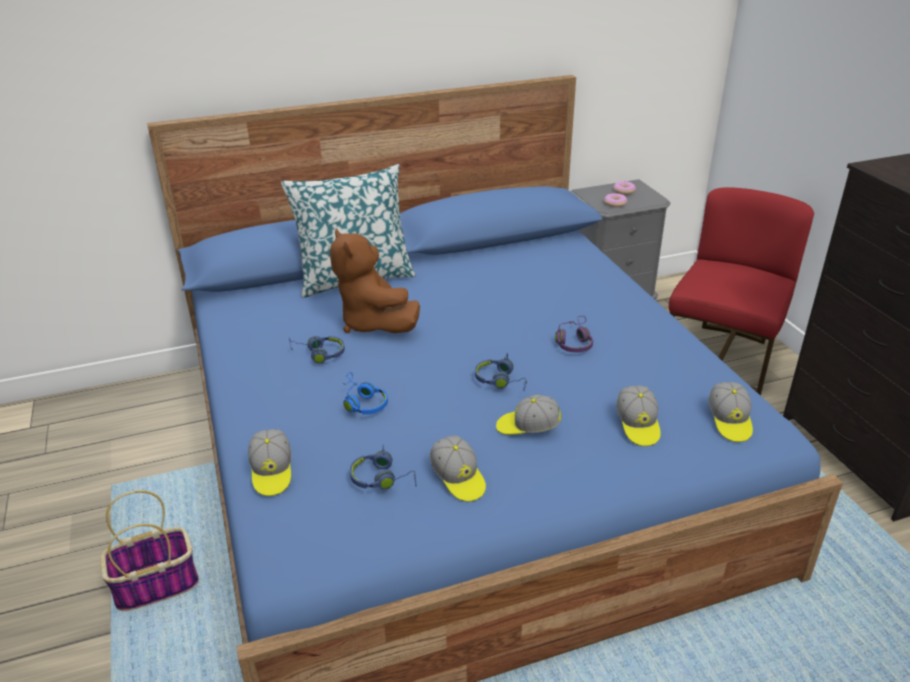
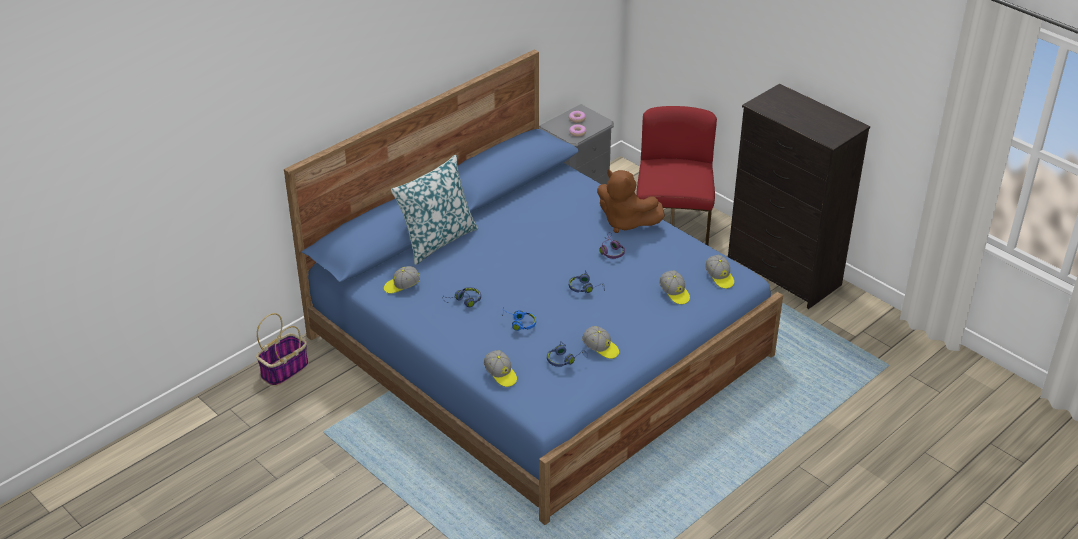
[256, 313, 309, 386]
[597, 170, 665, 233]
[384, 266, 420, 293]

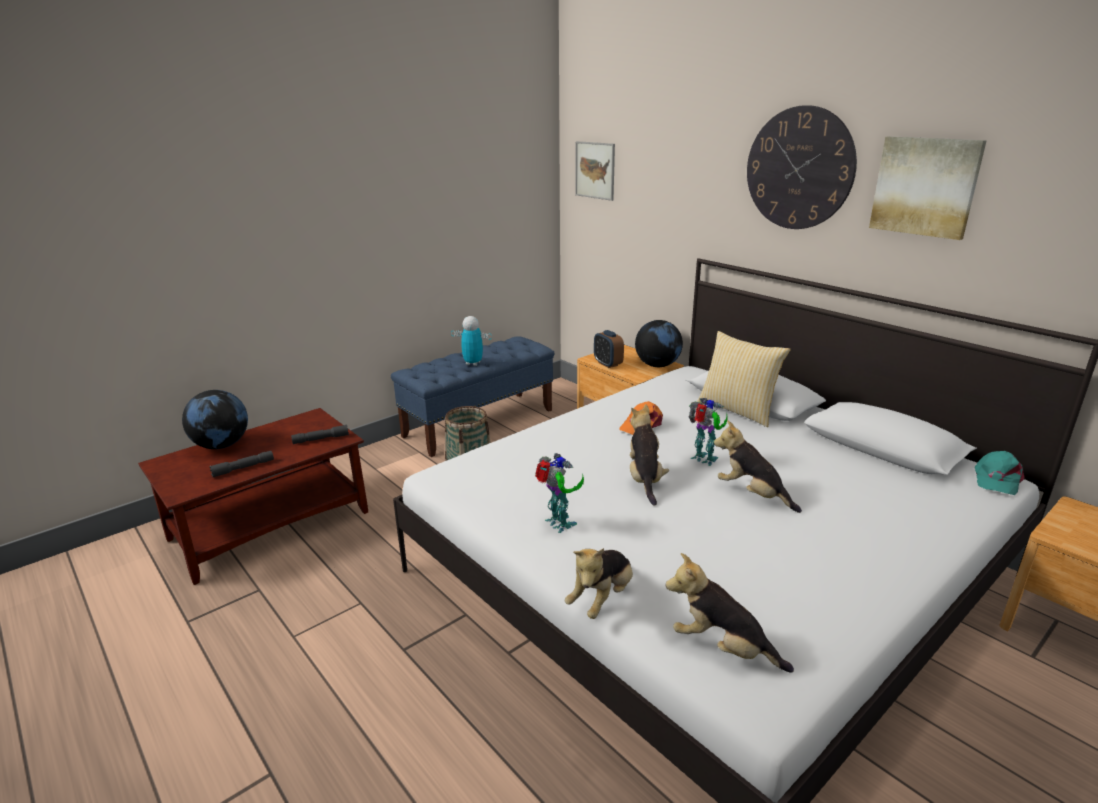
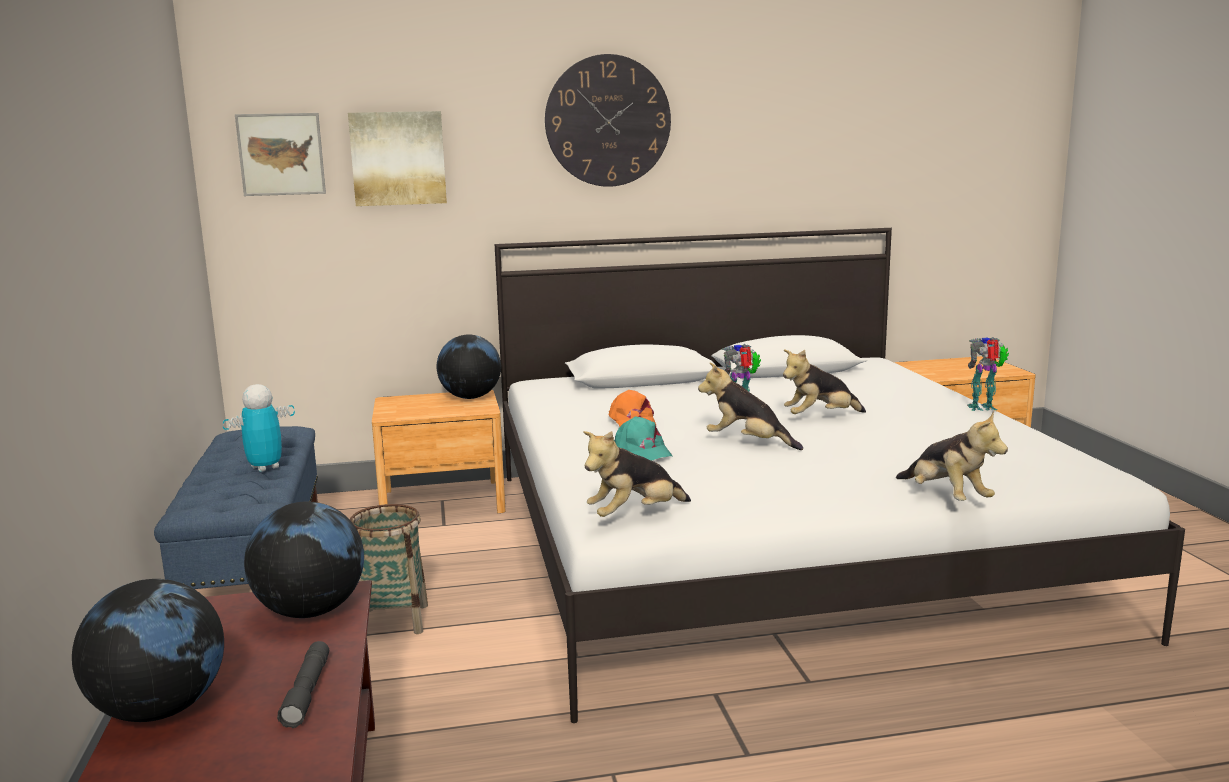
[594, 330, 624, 368] (first image)
[697, 331, 791, 427] (first image)
[967, 337, 1009, 411]
[583, 431, 691, 517]
[348, 111, 447, 206]
[614, 416, 672, 461]
[244, 501, 364, 618]

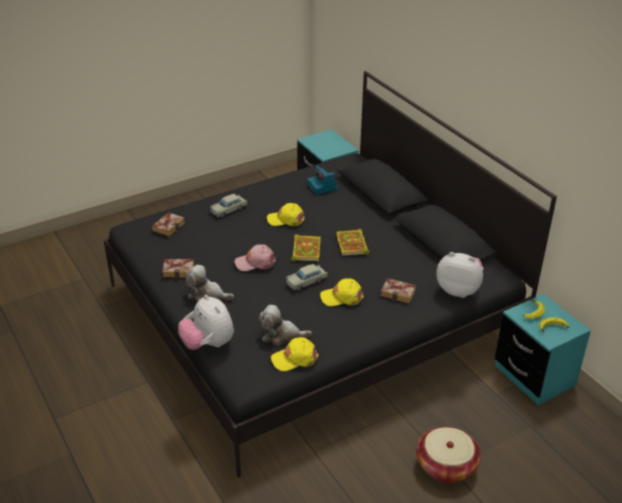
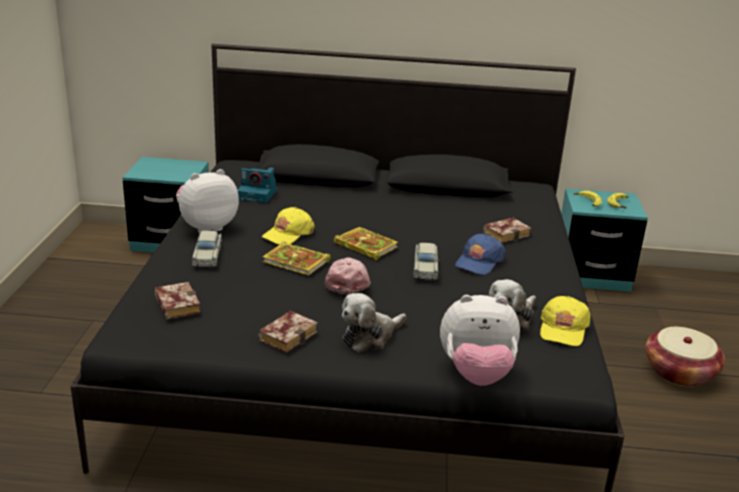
[263, 241, 331, 275]
[176, 169, 239, 233]
[455, 234, 506, 275]
[325, 258, 371, 295]

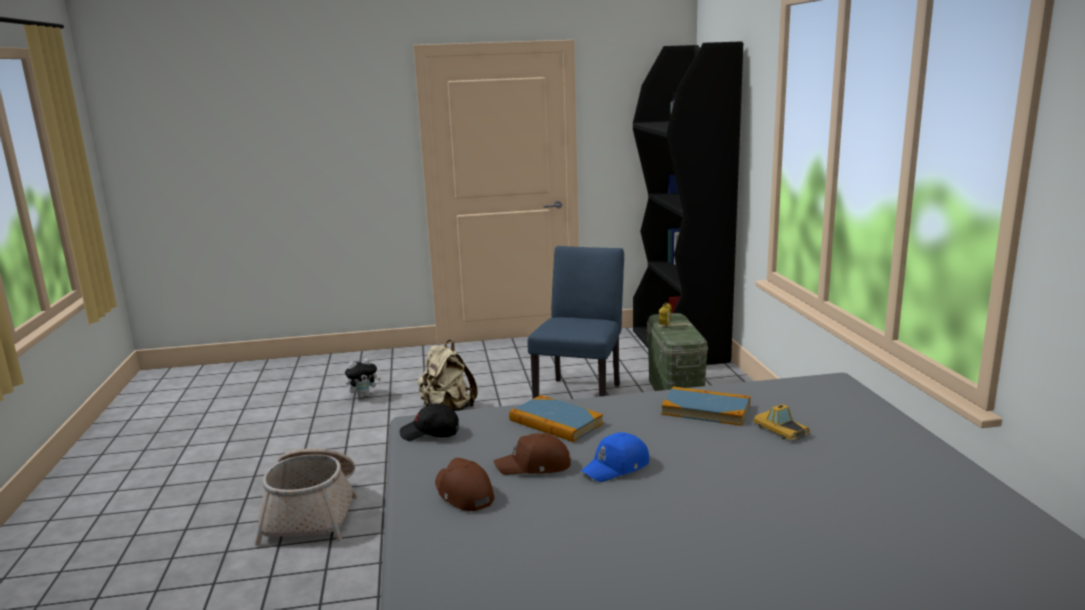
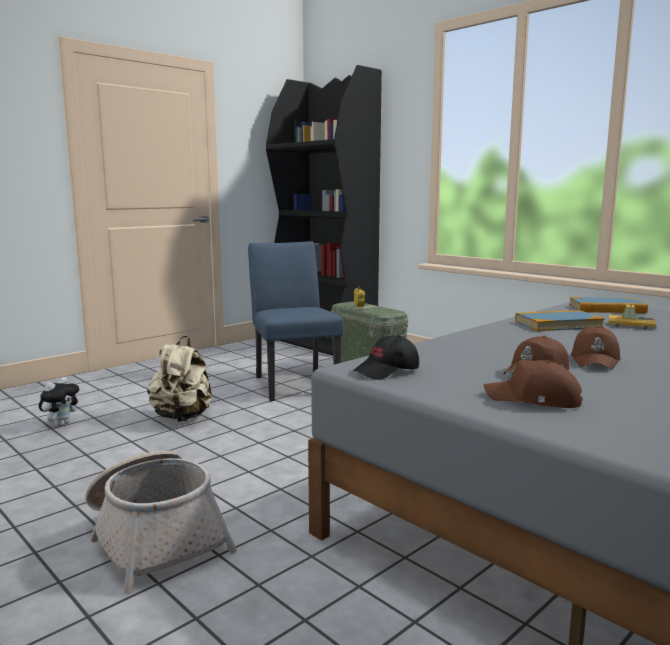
[569, 297, 648, 313]
[571, 326, 621, 370]

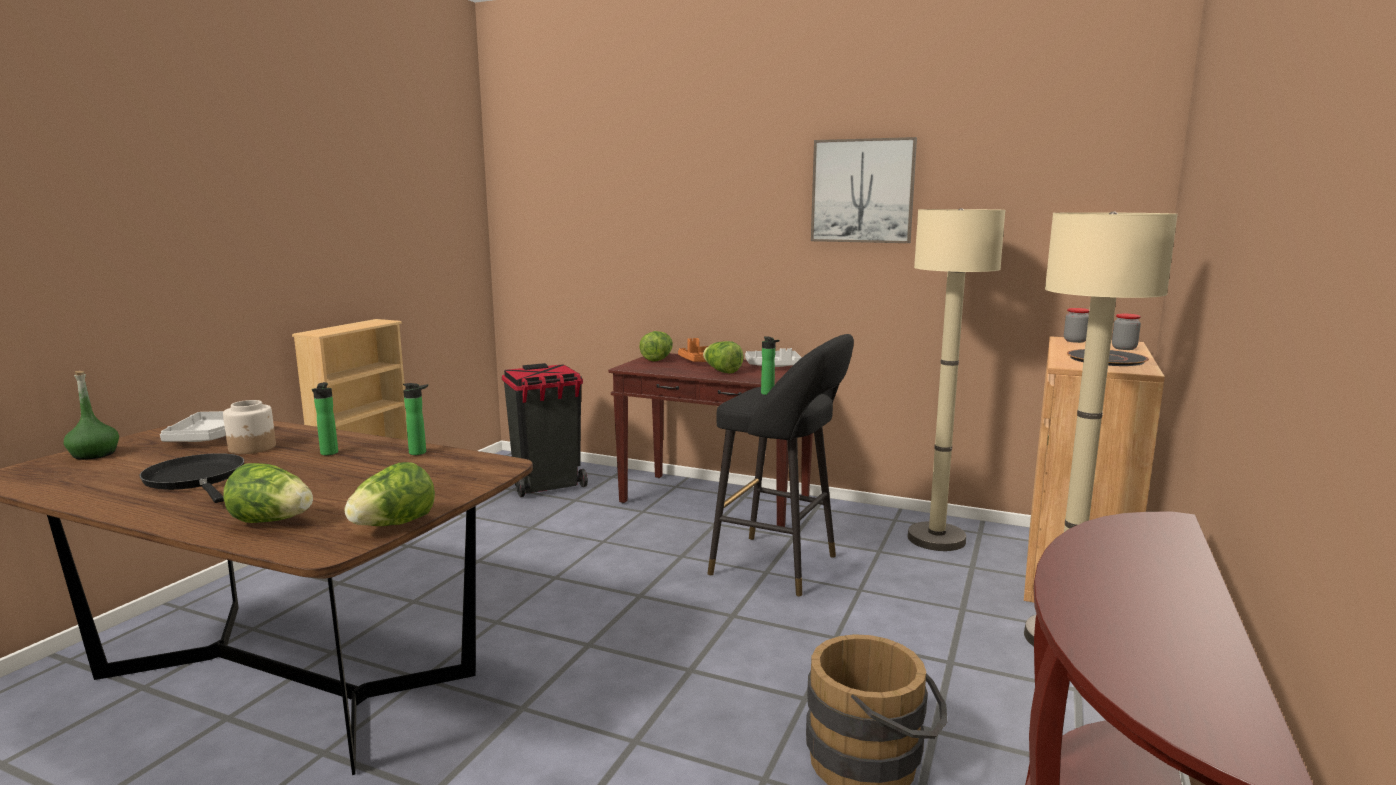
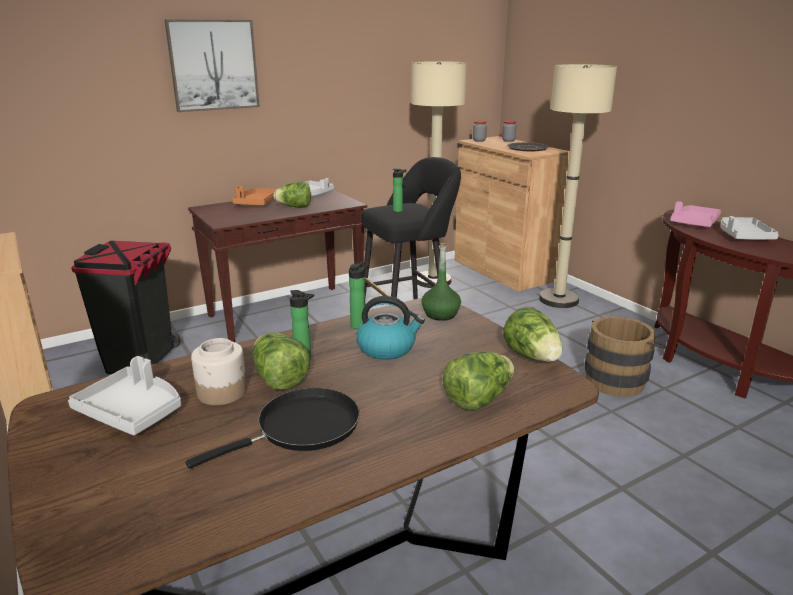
[356, 296, 425, 360]
[670, 201, 721, 227]
[720, 216, 779, 240]
[421, 243, 461, 321]
[253, 332, 310, 390]
[165, 19, 260, 112]
[186, 388, 360, 469]

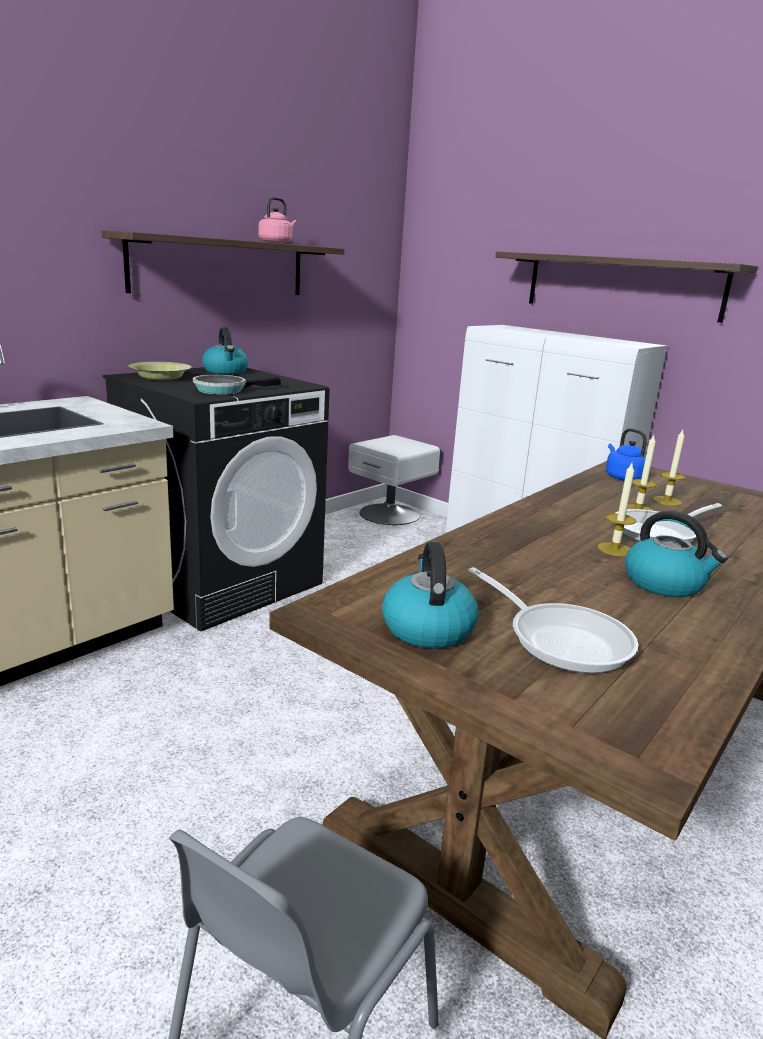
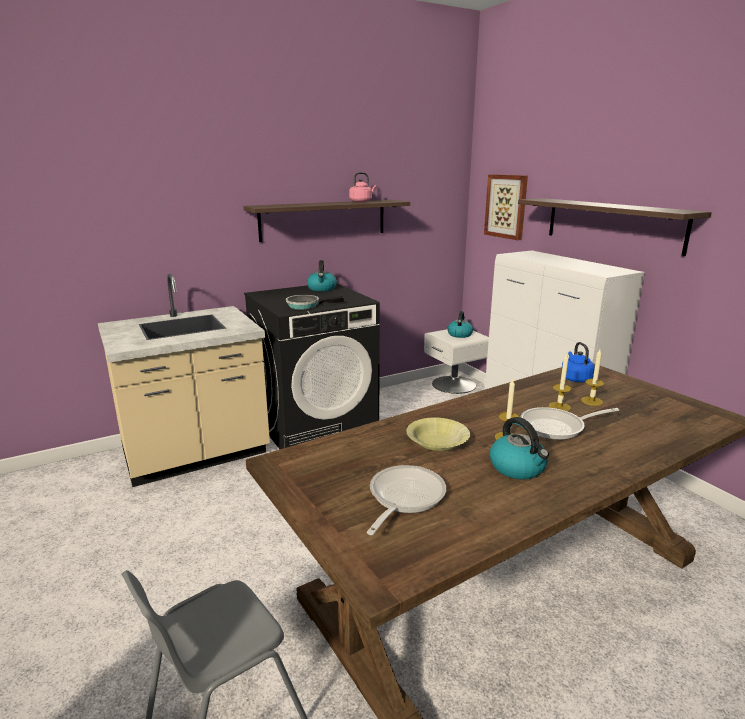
[484, 174, 528, 240]
[406, 418, 470, 451]
[448, 311, 473, 338]
[367, 465, 446, 535]

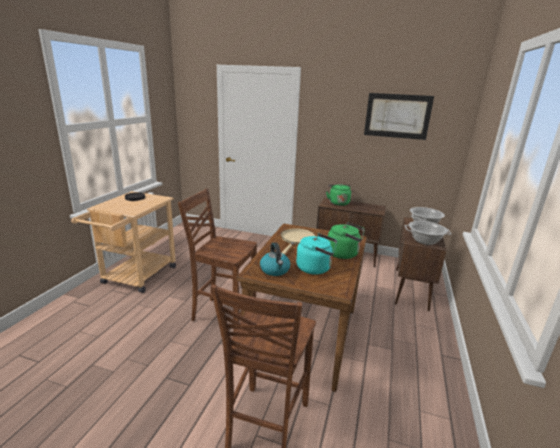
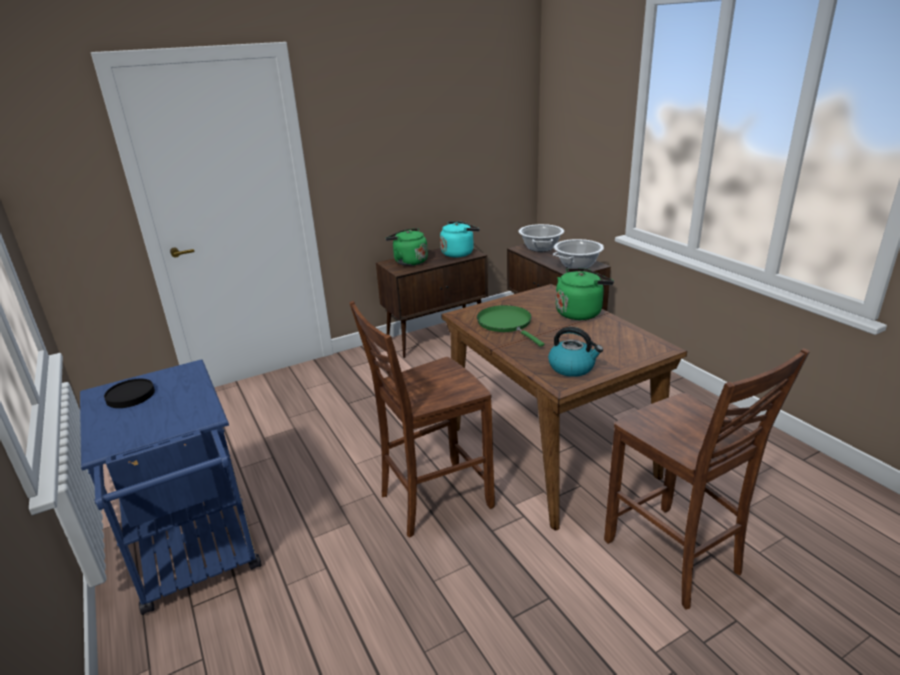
[364, 93, 434, 140] (first image)
[440, 221, 480, 257]
[80, 359, 262, 615]
[477, 305, 544, 347]

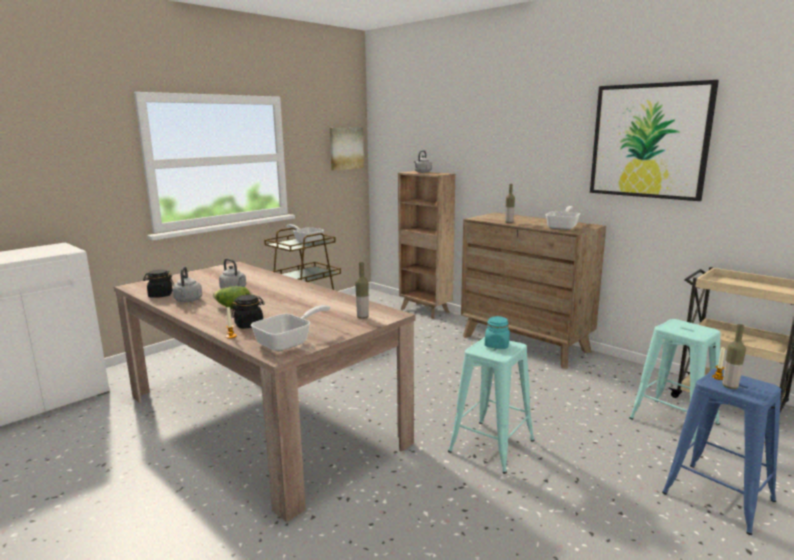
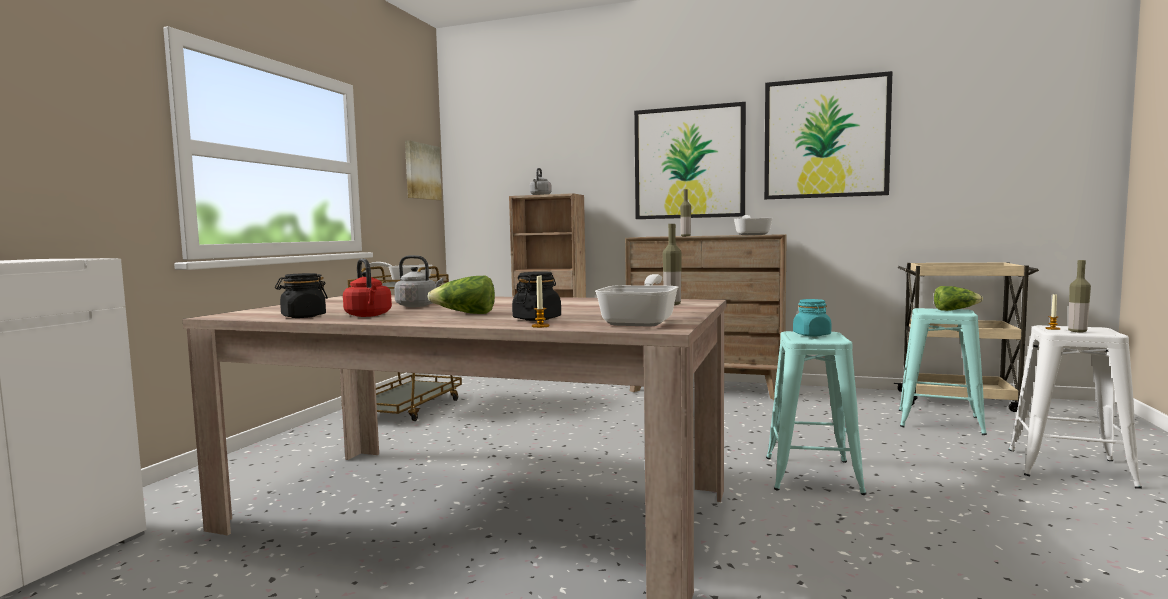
[634, 102, 746, 219]
[934, 286, 983, 311]
[343, 259, 392, 317]
[1009, 325, 1142, 489]

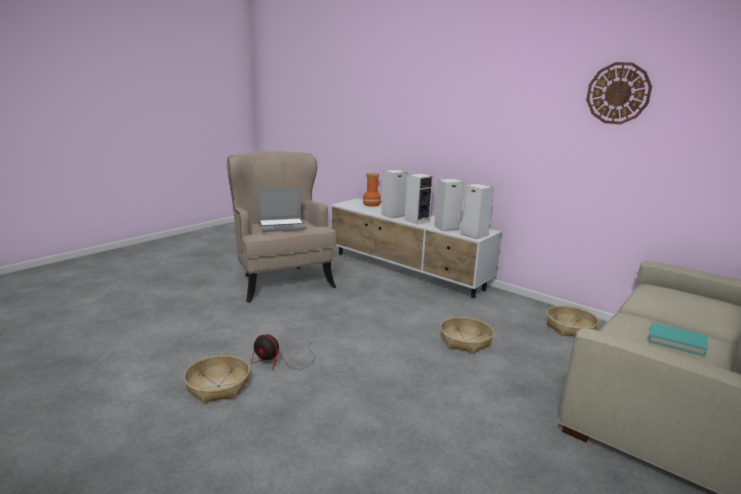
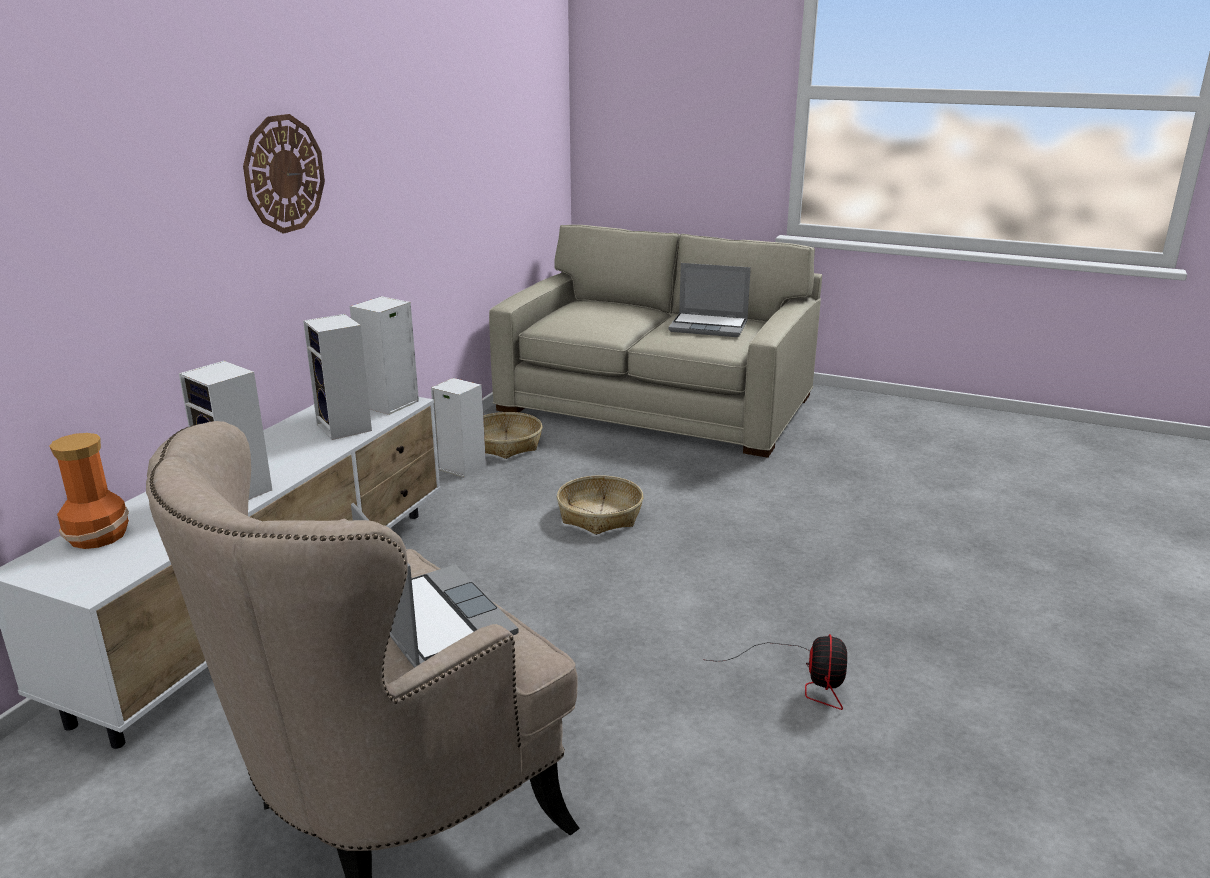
[184, 355, 250, 404] (first image)
[431, 378, 486, 478]
[243, 114, 325, 233]
[669, 263, 751, 337]

